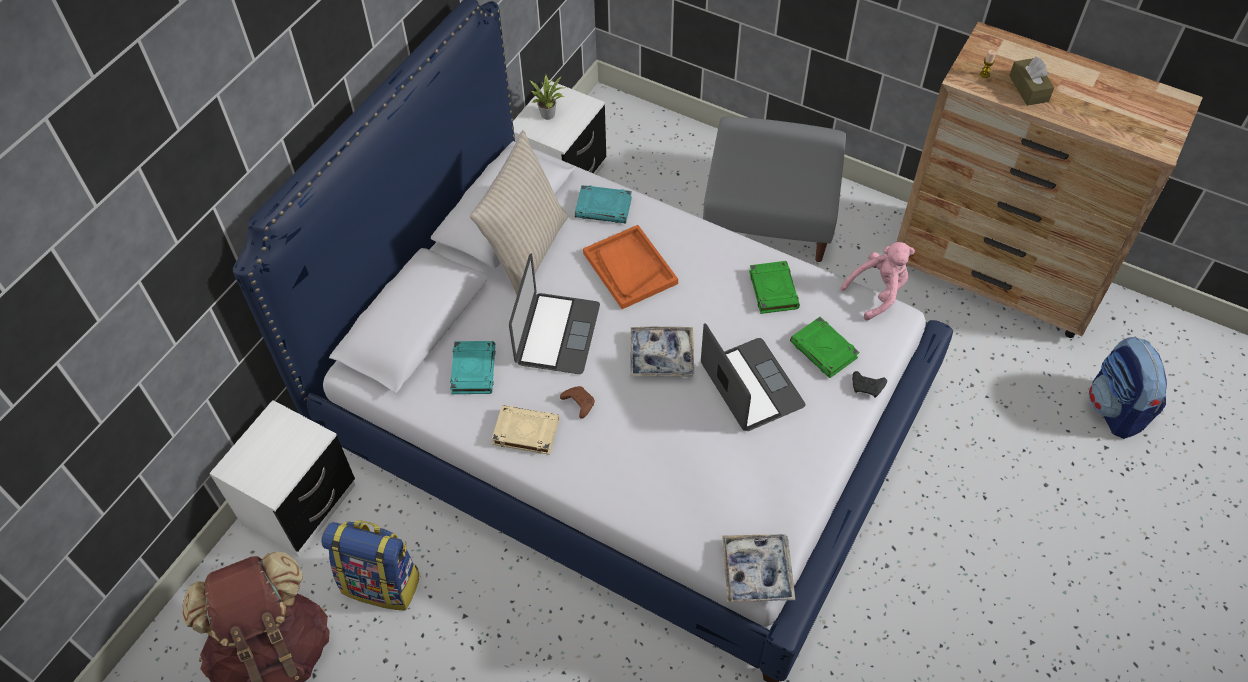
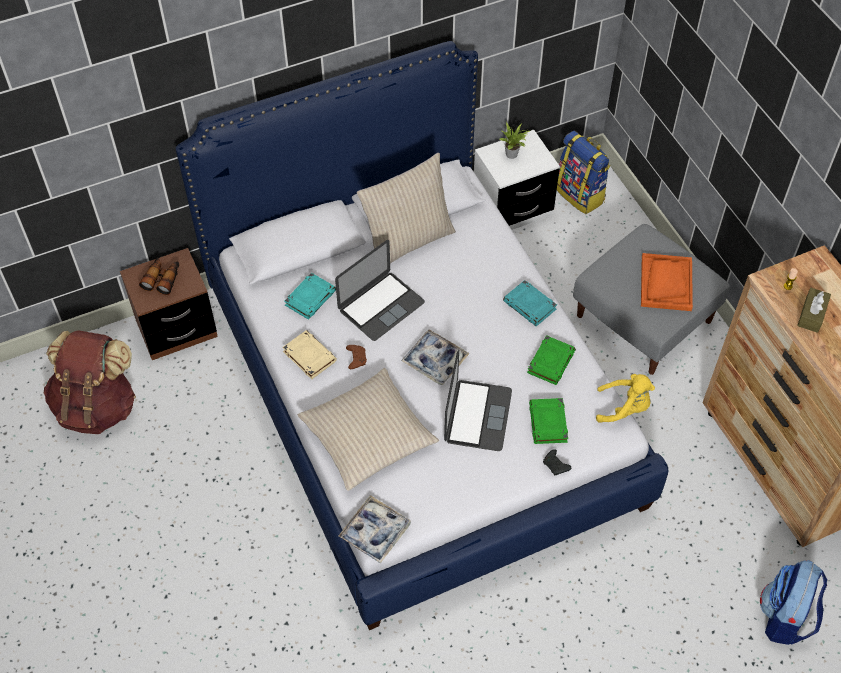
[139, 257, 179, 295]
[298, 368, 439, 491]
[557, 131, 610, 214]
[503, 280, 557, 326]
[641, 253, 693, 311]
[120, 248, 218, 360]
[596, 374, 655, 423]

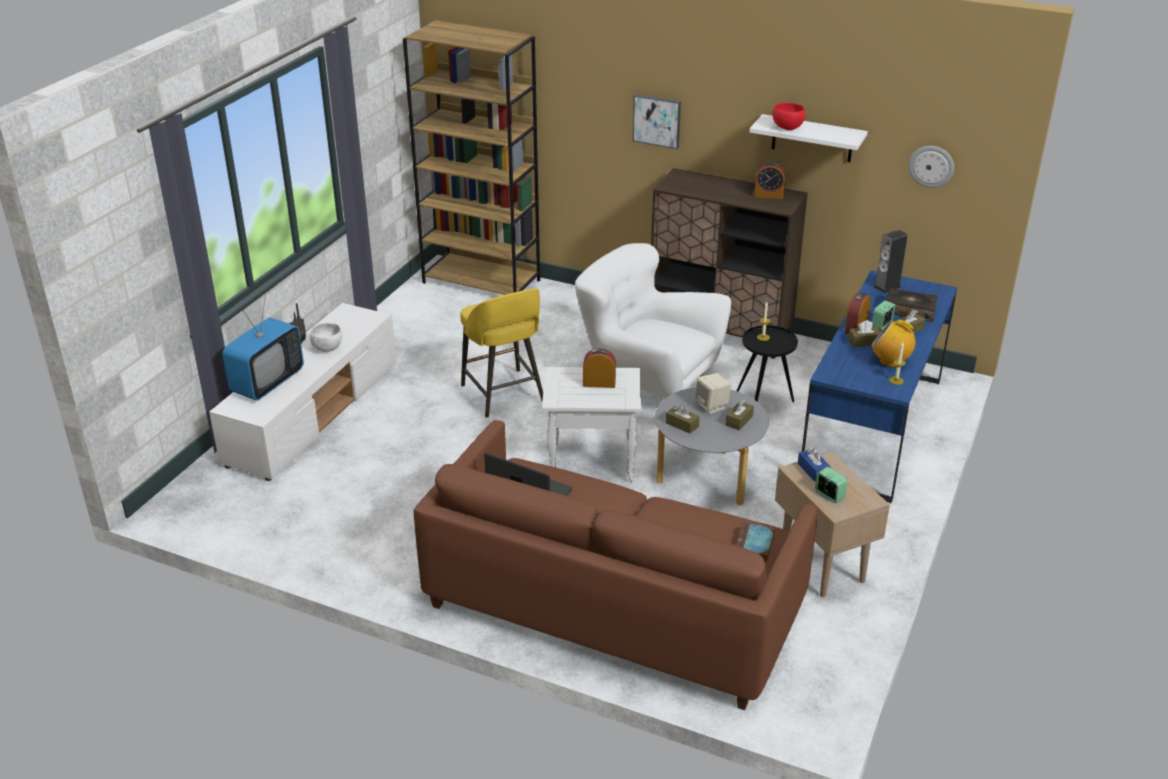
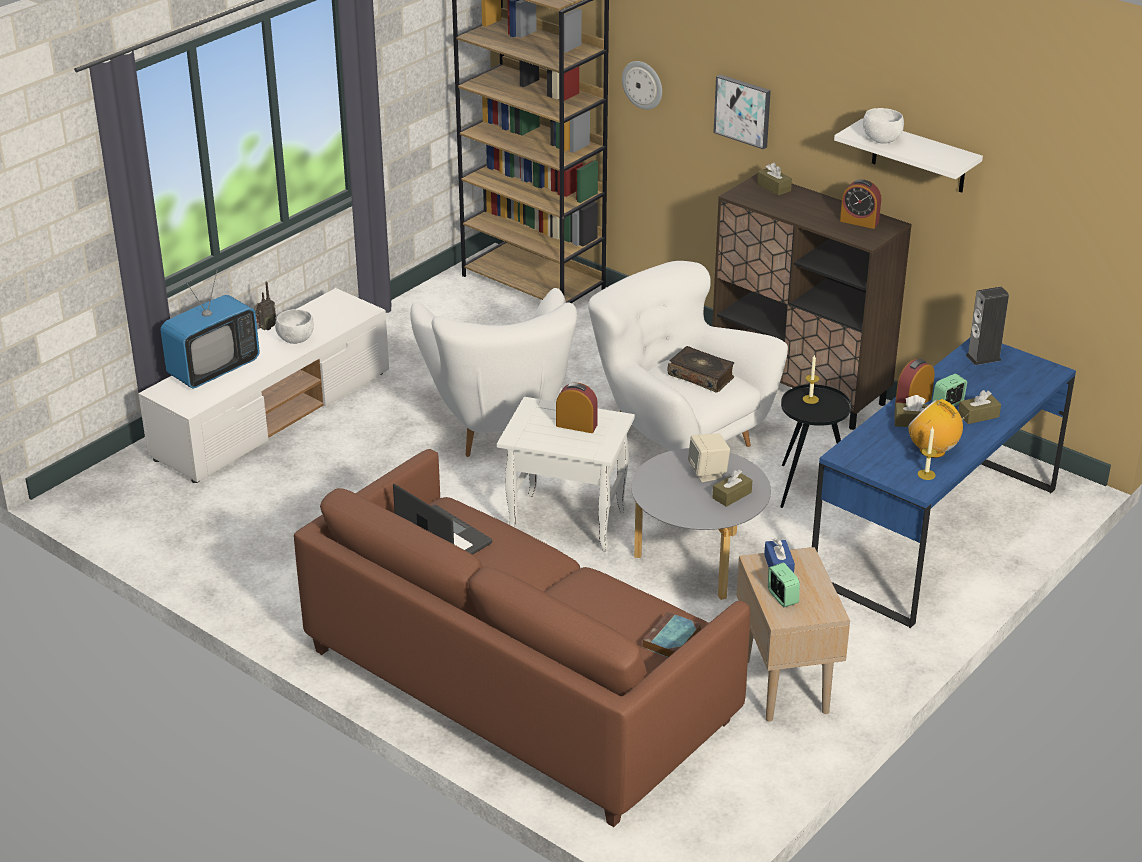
[757, 162, 792, 196]
[668, 346, 734, 393]
[622, 61, 662, 110]
[410, 288, 577, 457]
[863, 108, 904, 144]

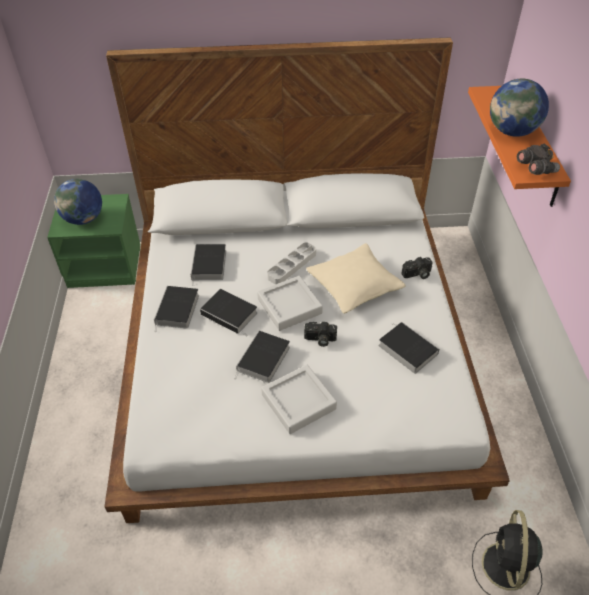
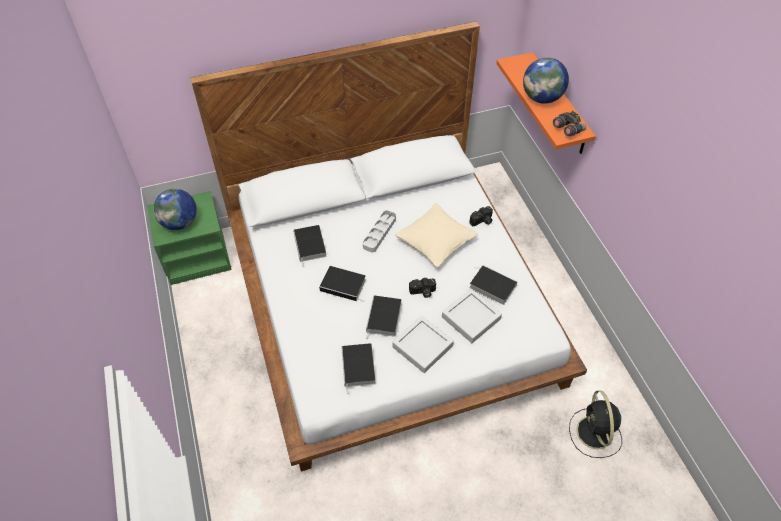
[341, 343, 376, 395]
[442, 289, 502, 343]

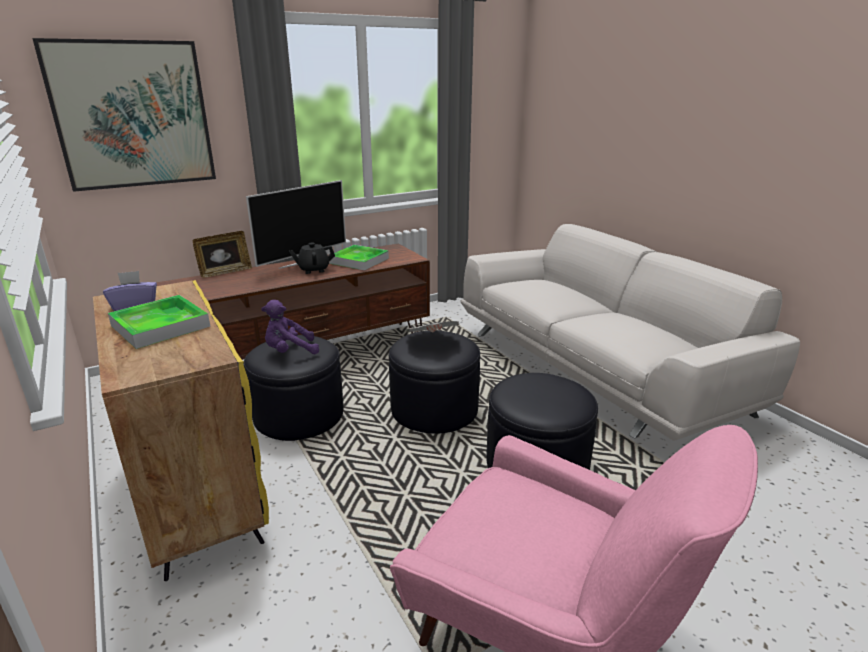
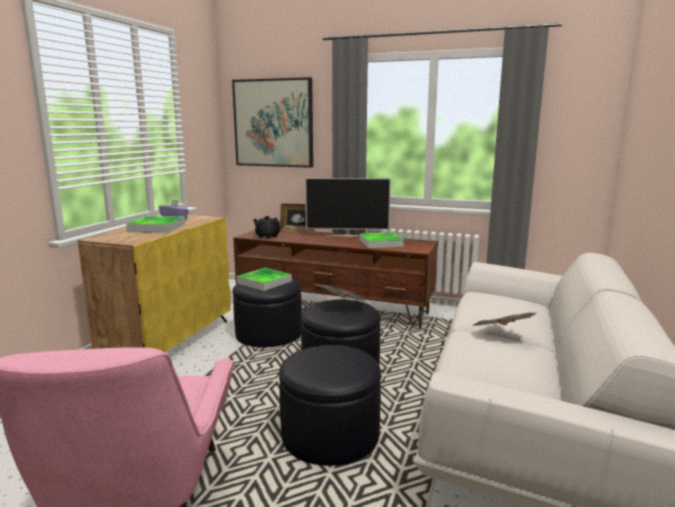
[472, 313, 537, 326]
[253, 216, 281, 239]
[237, 268, 292, 291]

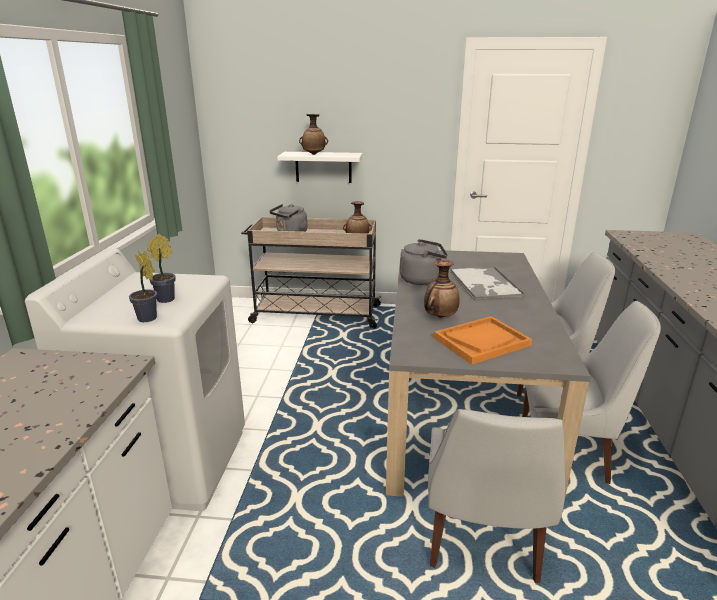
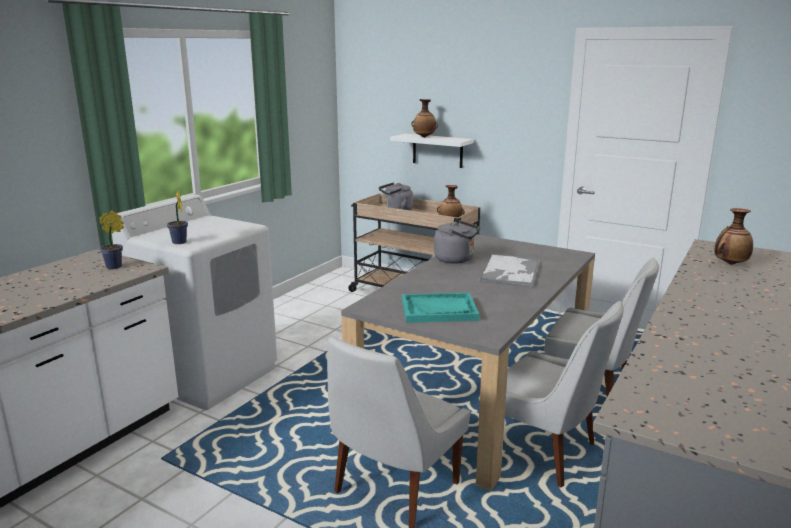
[99, 210, 124, 269]
[714, 208, 753, 265]
[402, 293, 479, 323]

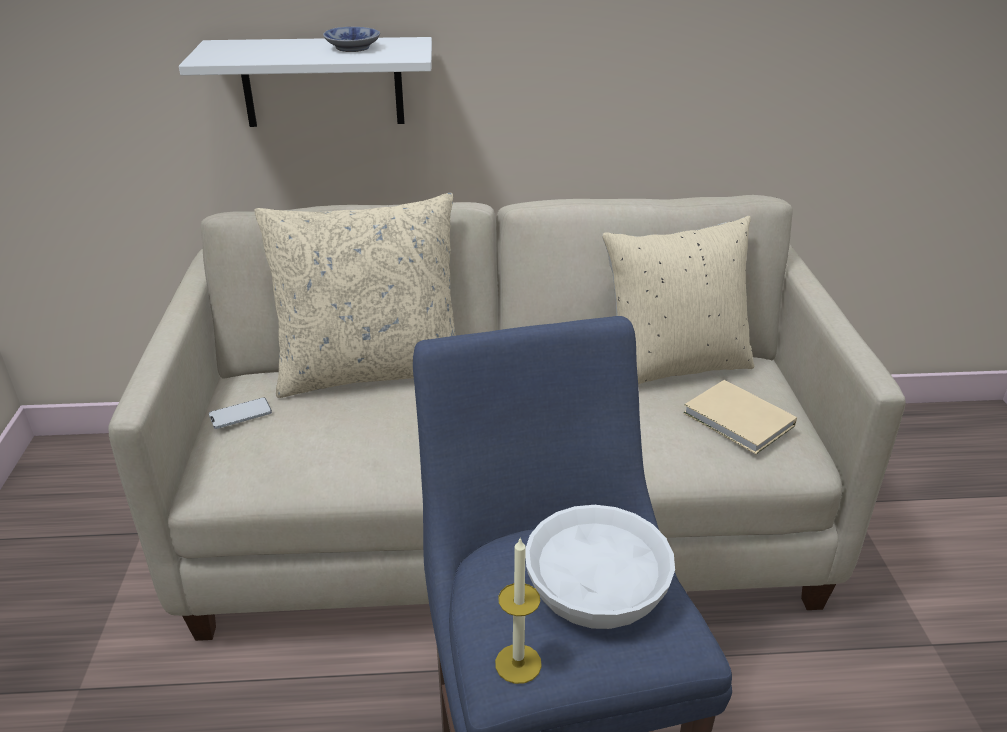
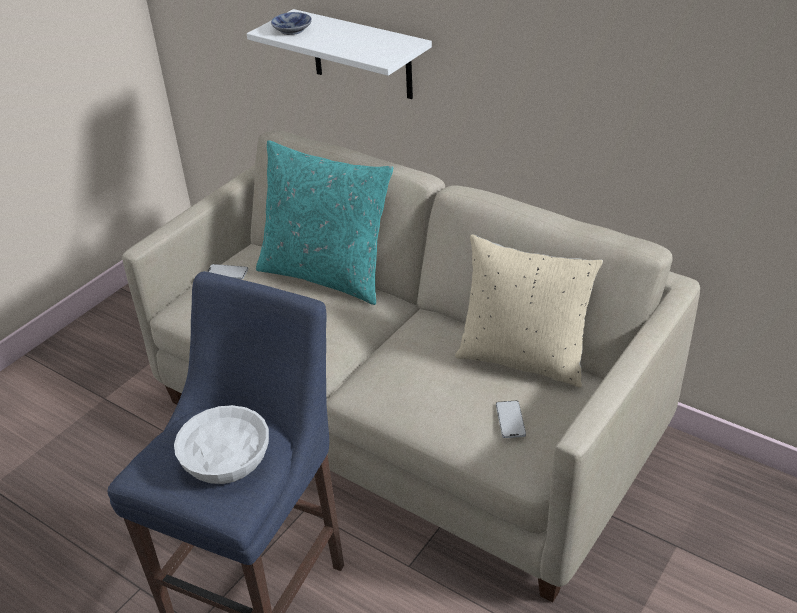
[495, 537, 542, 684] (first image)
[271, 12, 312, 35]
[496, 400, 526, 438]
[256, 140, 393, 305]

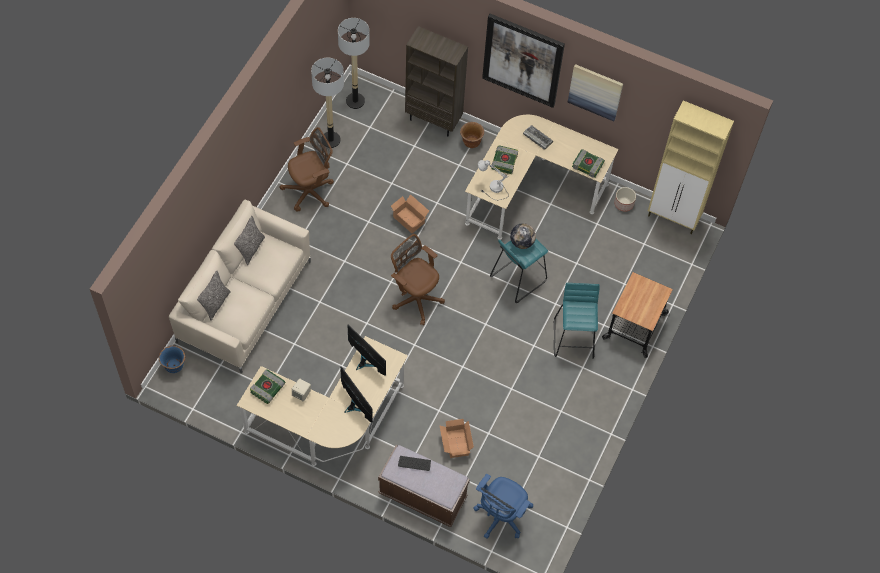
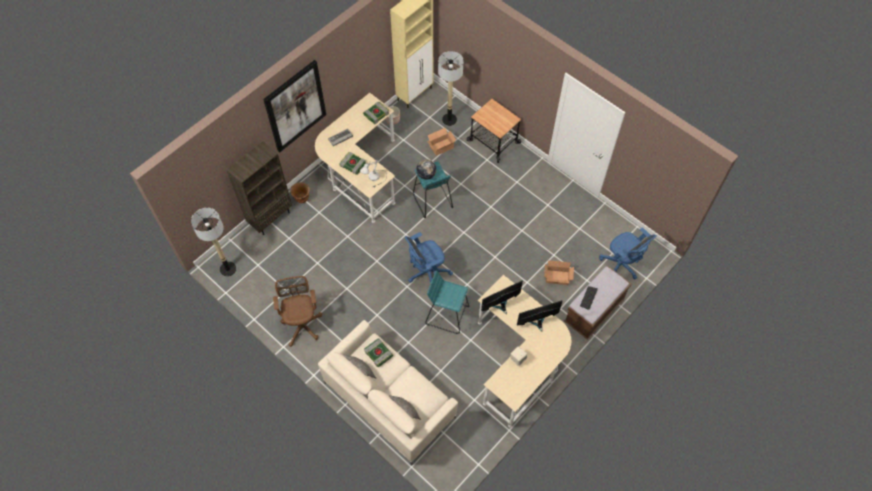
[159, 346, 185, 373] (first image)
[568, 64, 623, 121] (first image)
[364, 338, 393, 368]
[438, 51, 463, 126]
[427, 128, 456, 156]
[425, 270, 469, 334]
[405, 232, 453, 283]

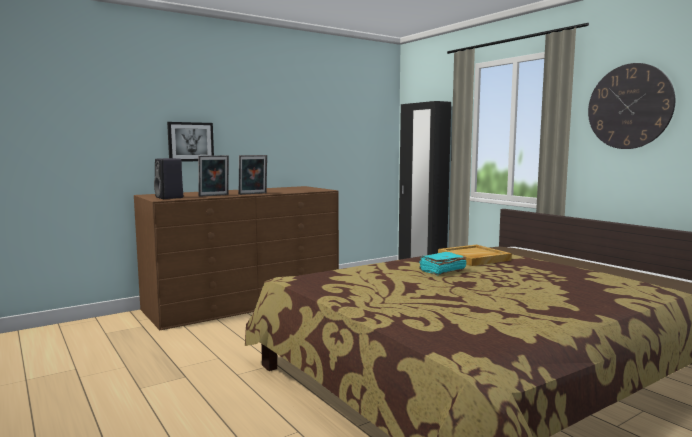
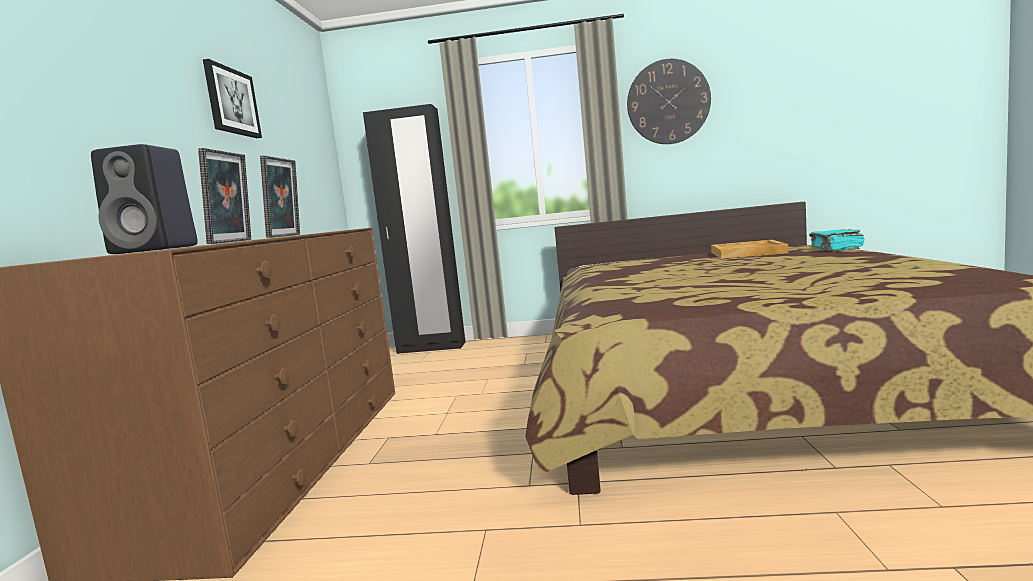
[203, 59, 262, 138]
[809, 229, 865, 252]
[711, 240, 788, 259]

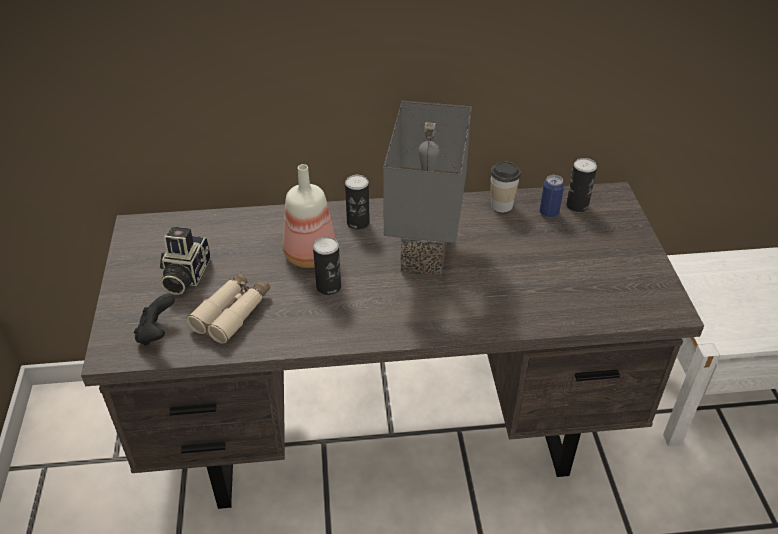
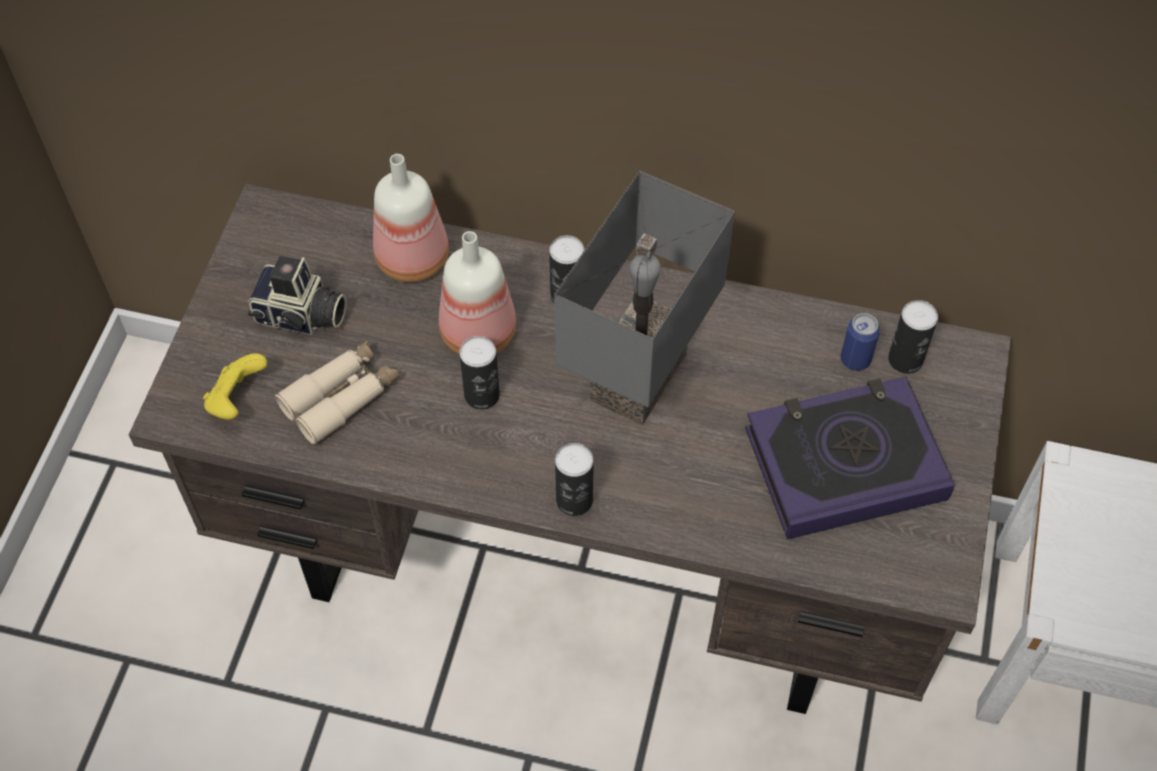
[490, 162, 521, 212] (first image)
[373, 154, 449, 282]
[555, 443, 594, 516]
[745, 377, 955, 539]
[203, 353, 267, 420]
[248, 256, 347, 335]

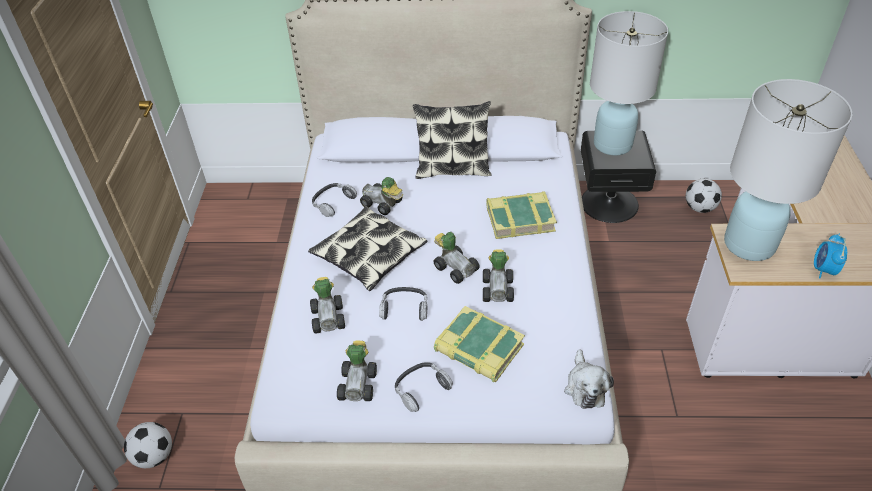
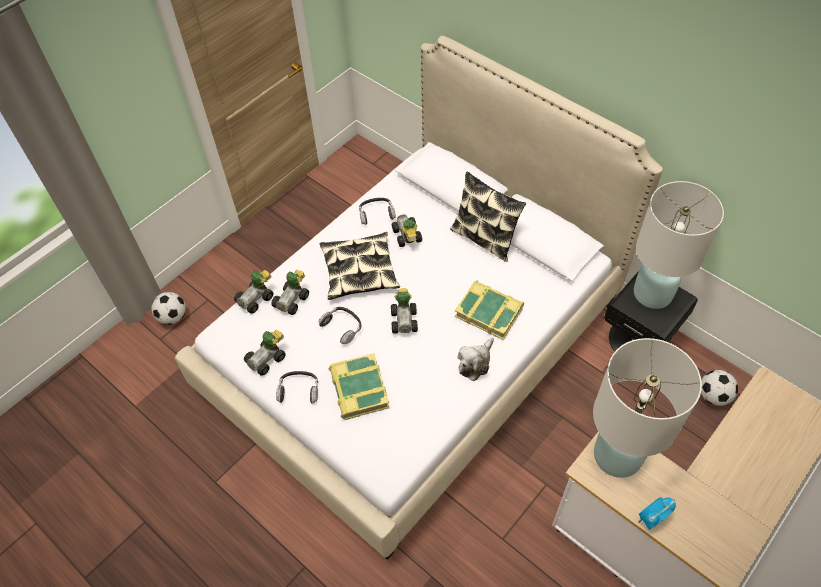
[234, 270, 274, 313]
[458, 338, 494, 381]

